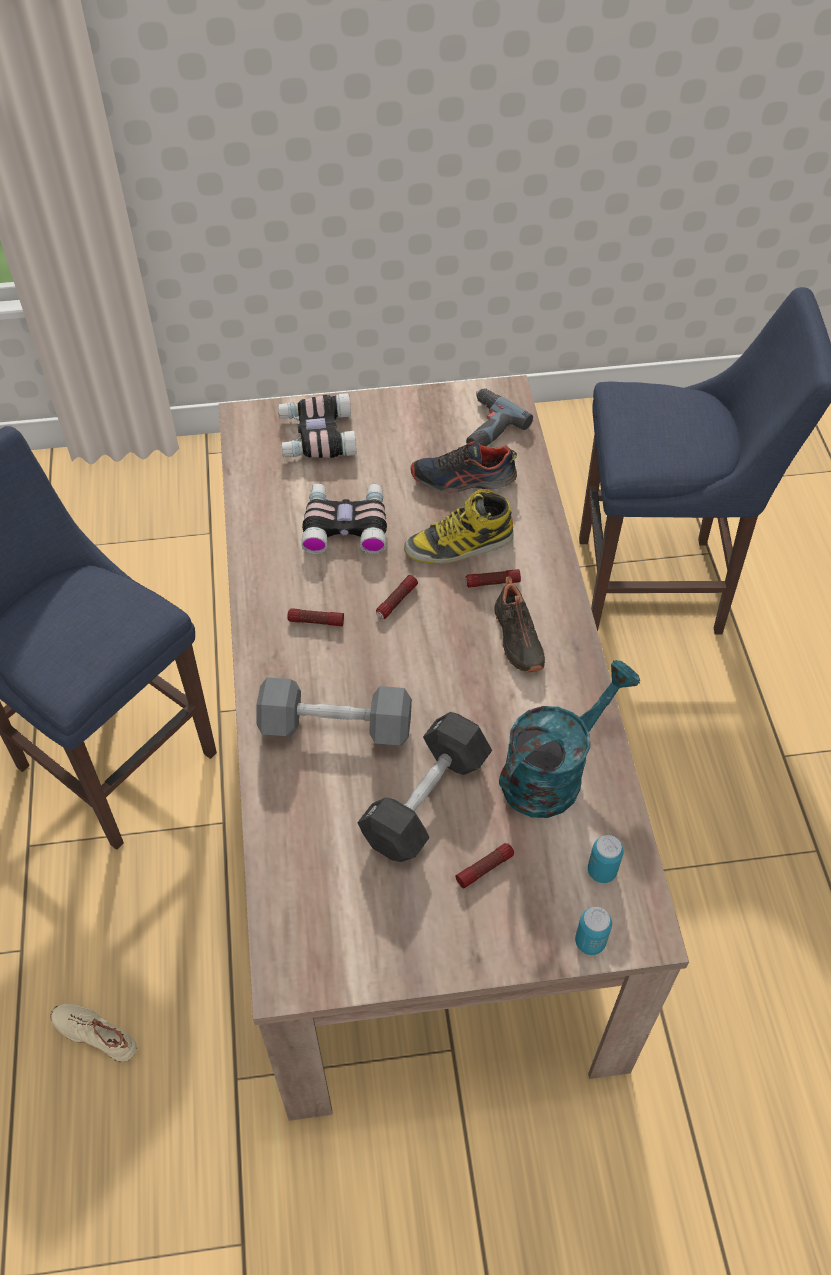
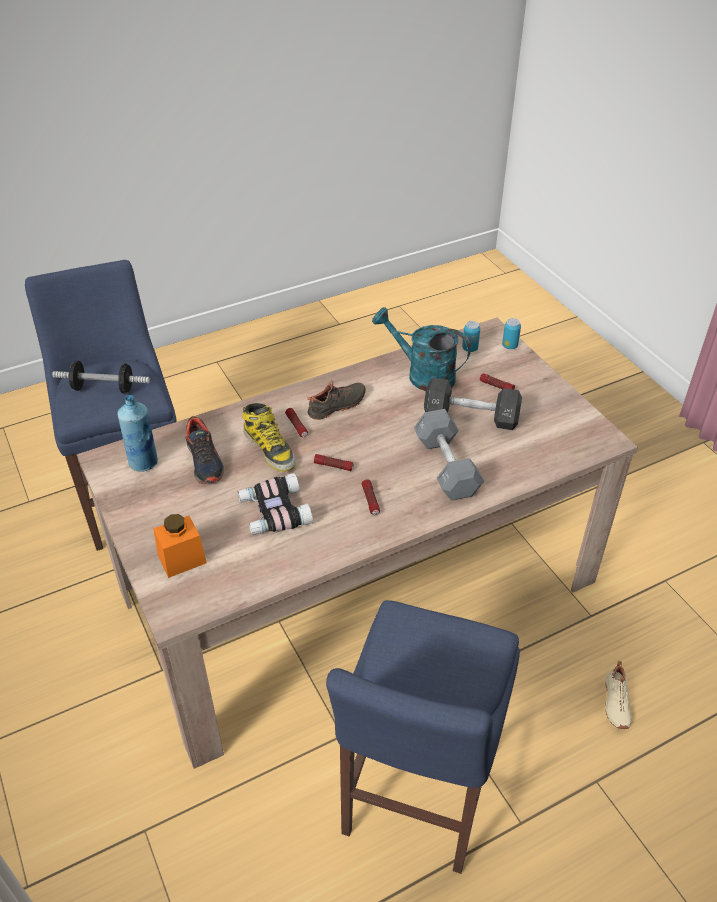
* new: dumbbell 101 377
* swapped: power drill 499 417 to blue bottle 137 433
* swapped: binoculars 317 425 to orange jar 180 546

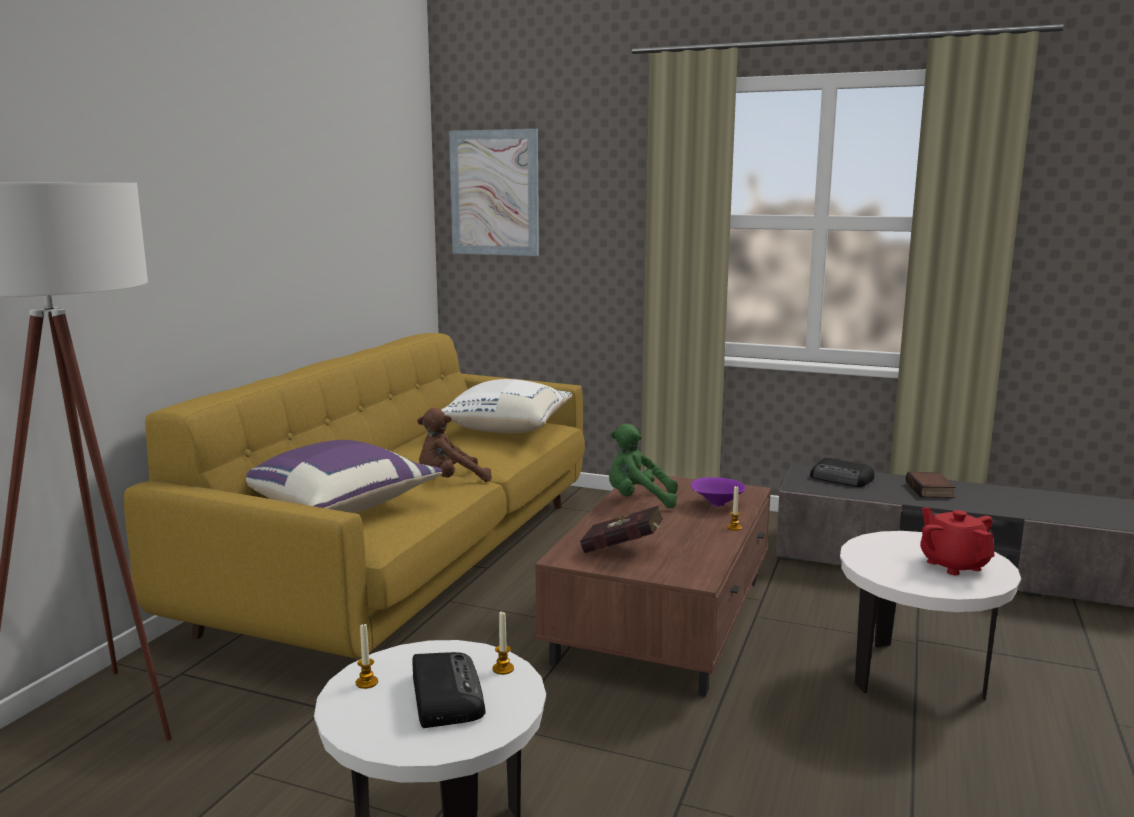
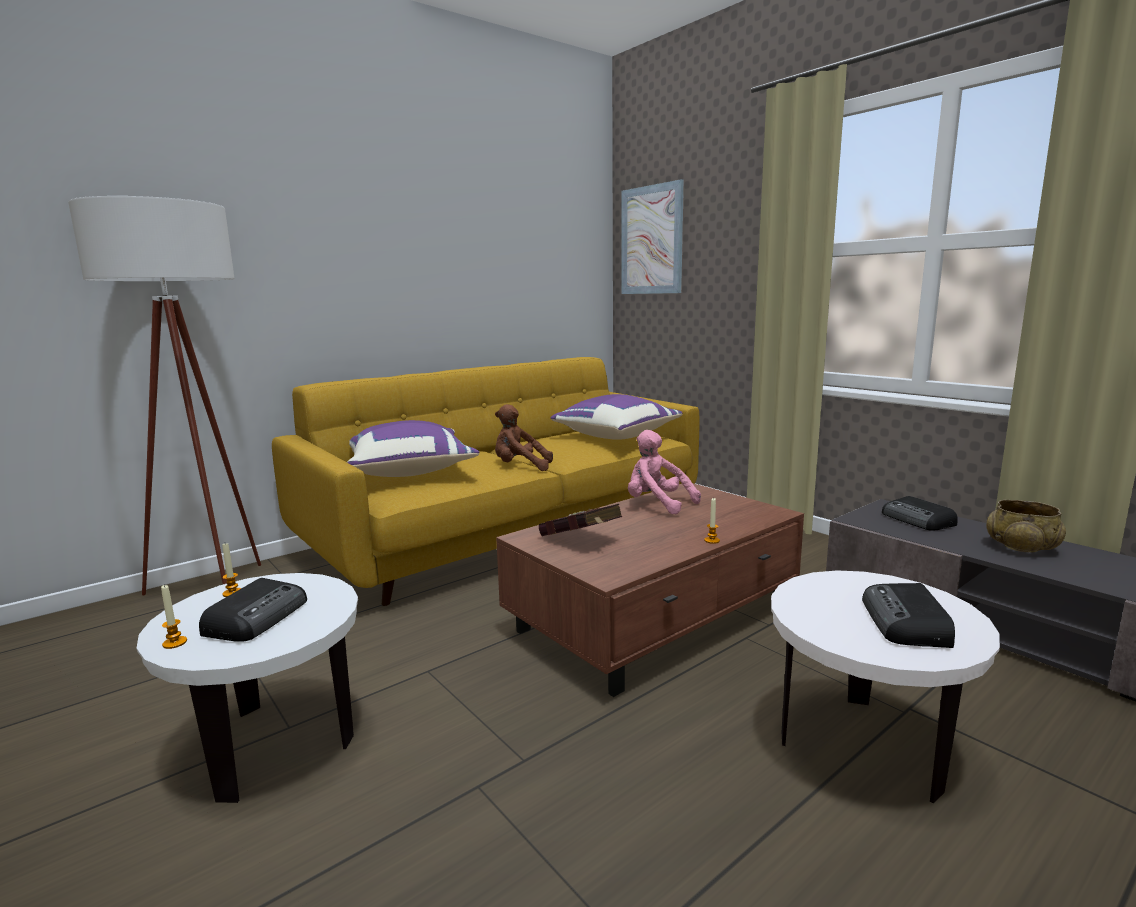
* shifted: candle 503 643 to 174 616
* repainted: white pillow 506 406 to purple pillow 617 417
* repainted: green plush toy 643 466 to pink plush toy 664 472
* swapped: red teapot 957 541 to radio 908 615
* swapped: book 931 485 to beige bowl 1026 526
* gone: purple bowl 718 492

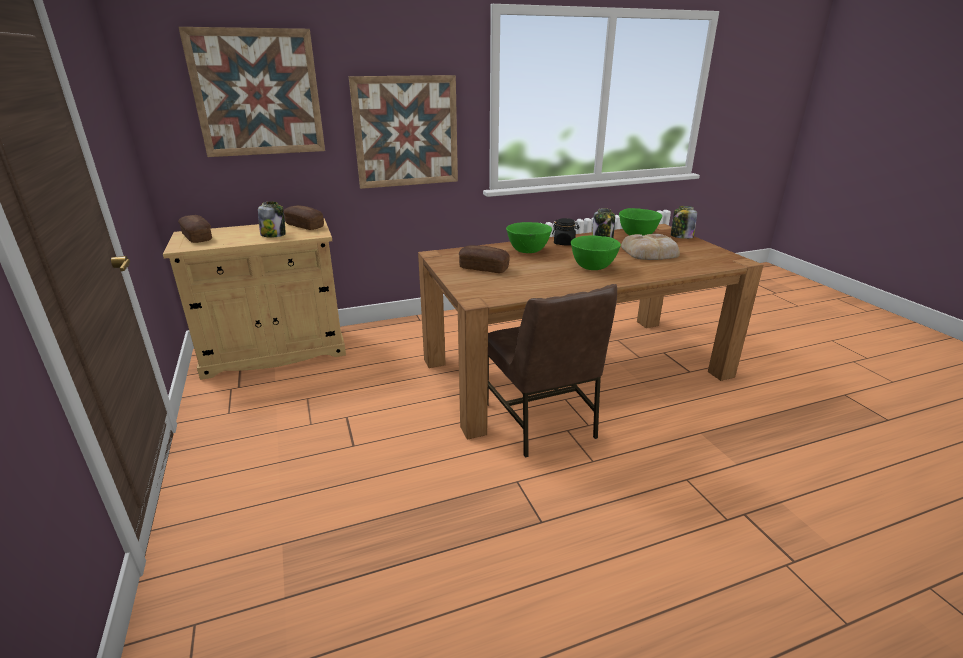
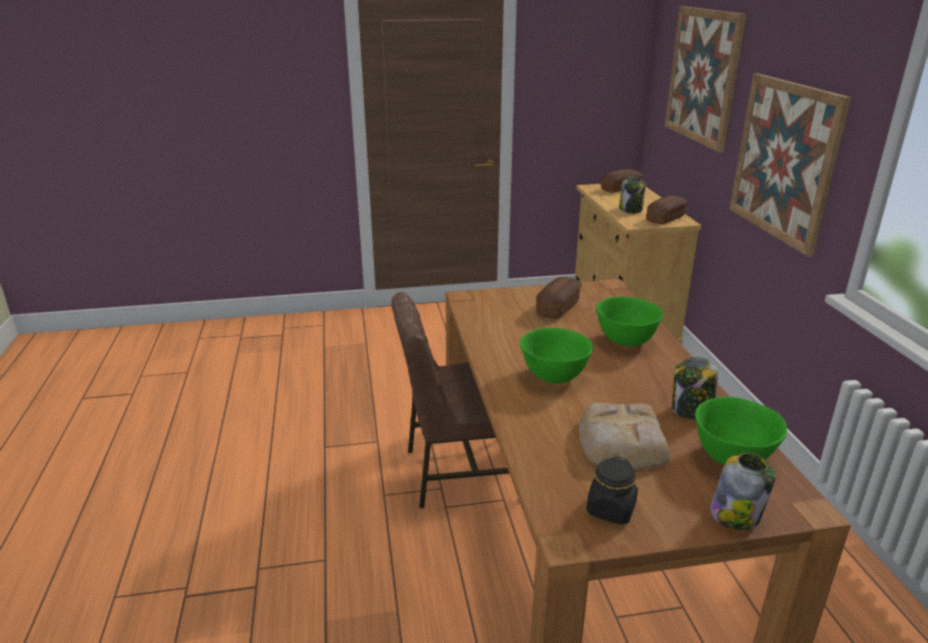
* shifted: black jar 565 231 to 612 490

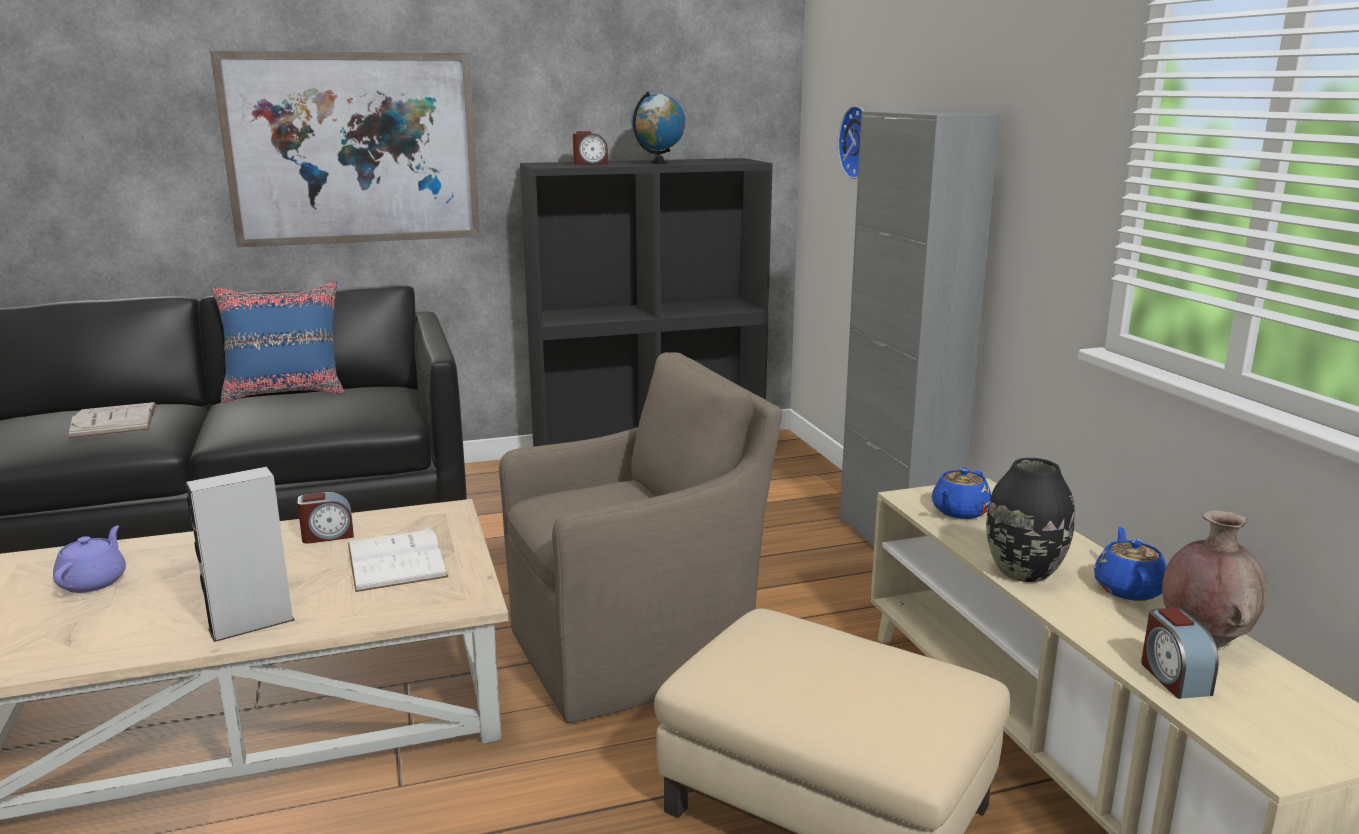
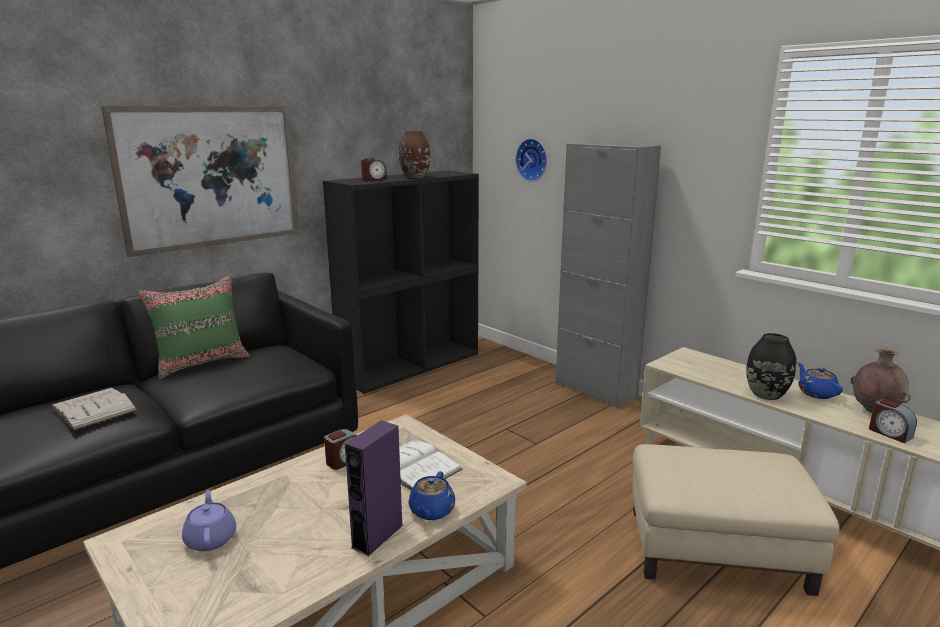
* repainted: blue pillow 278 342 to green pillow 194 327
* repainted: grey speaker 240 554 to purple speaker 374 488
* swapped: globe 658 127 to brown vase 414 154
* shifted: blue teapot 961 493 to 431 495
* gone: brown armchair 640 537

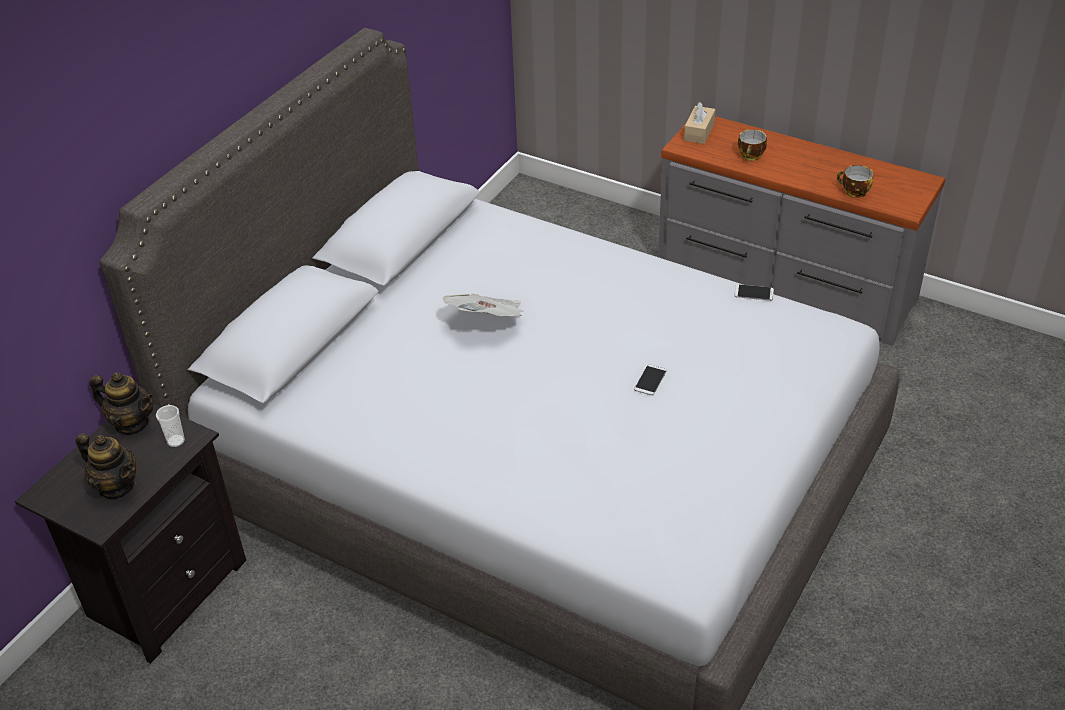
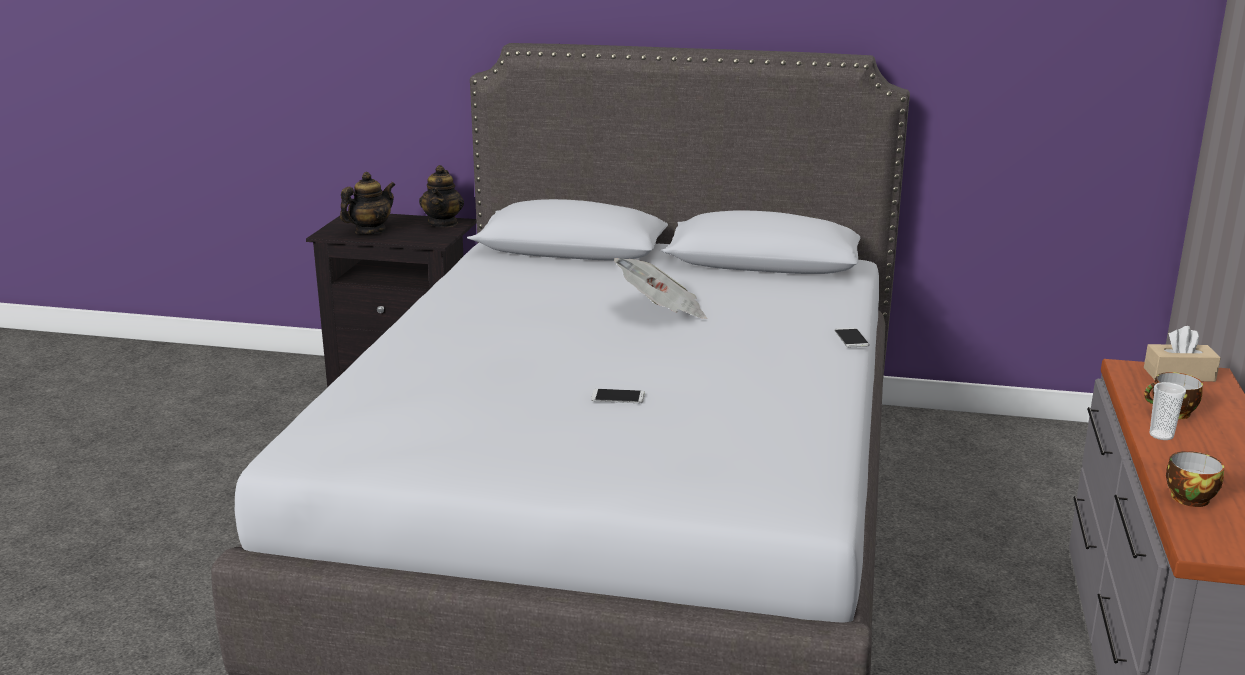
* rotated: teapot 106 466 = 367 203 150 degrees counterclockwise
* shifted: phone 754 292 to 851 337
* shifted: cup 170 426 to 1167 411

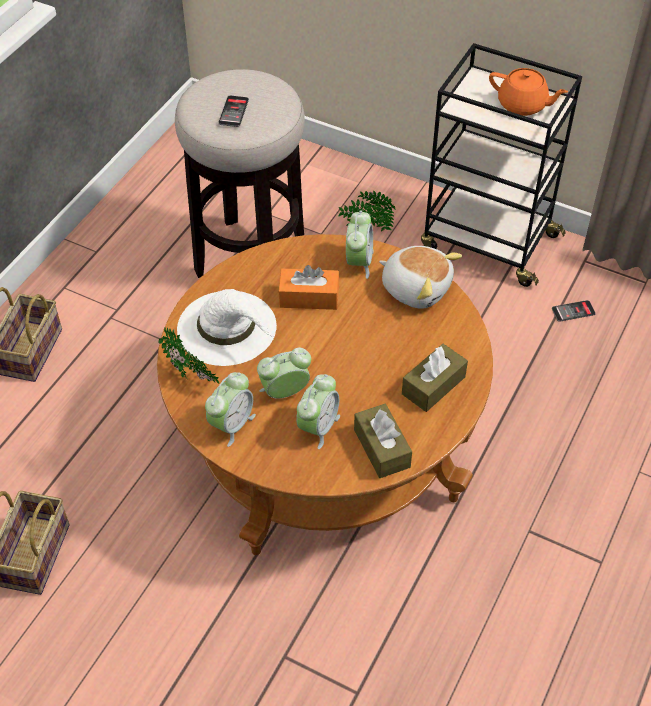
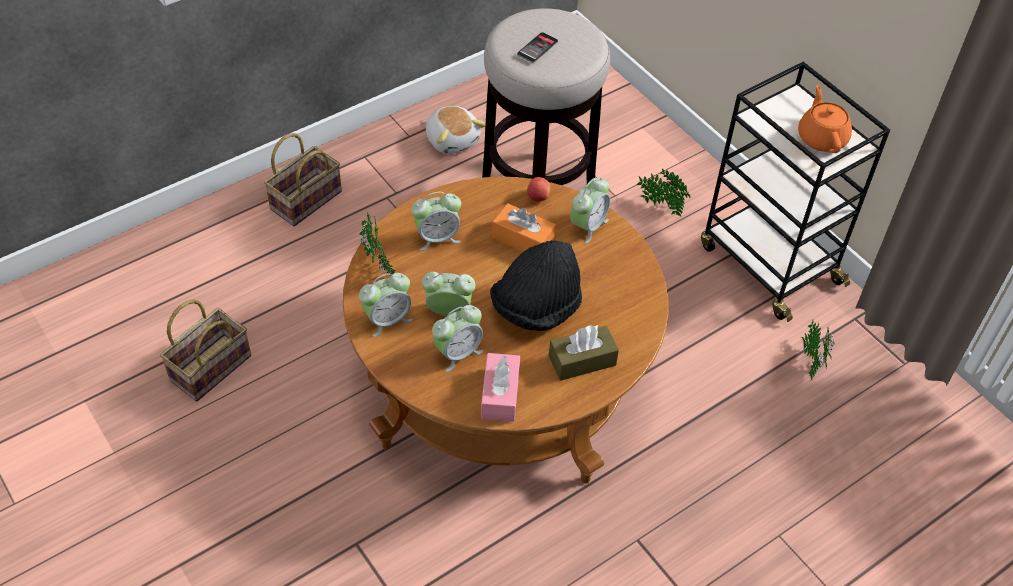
* swapped: white hat 227 327 to alarm clock 436 221
* shifted: plush toy 420 277 to 456 130
* repainted: brown tissue box 383 441 to pink tissue box 500 387
* new: black hat 536 285
* new: apple 539 189
* rotated: orange teapot 528 92 = 825 119 150 degrees counterclockwise
* swapped: phone 574 311 to potted plant 818 350

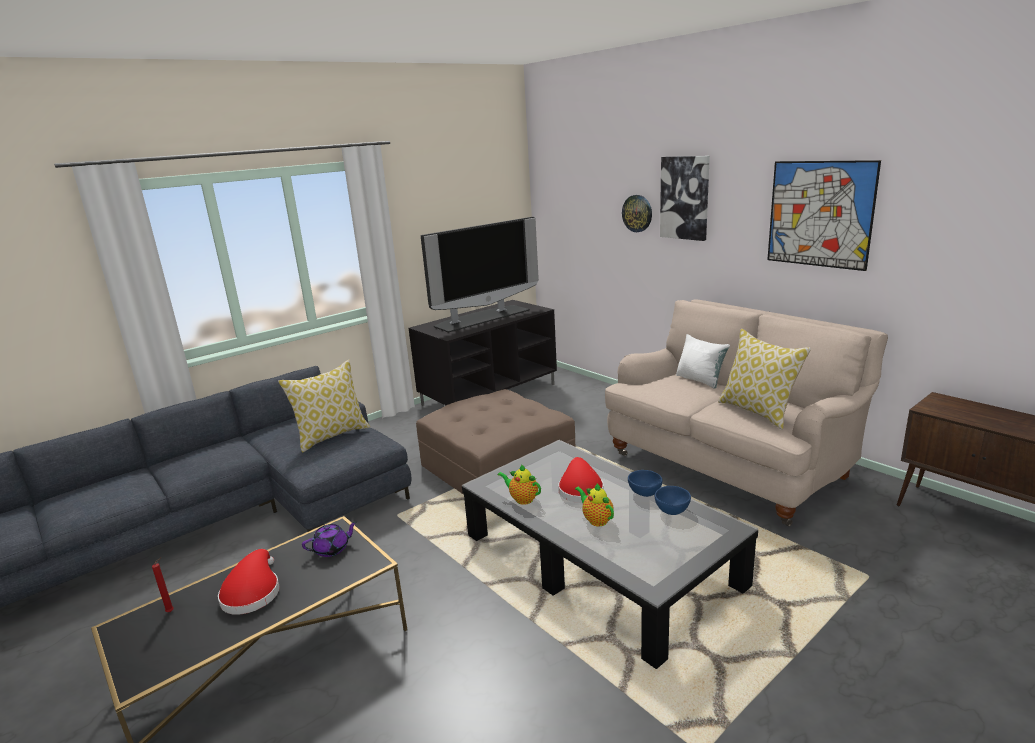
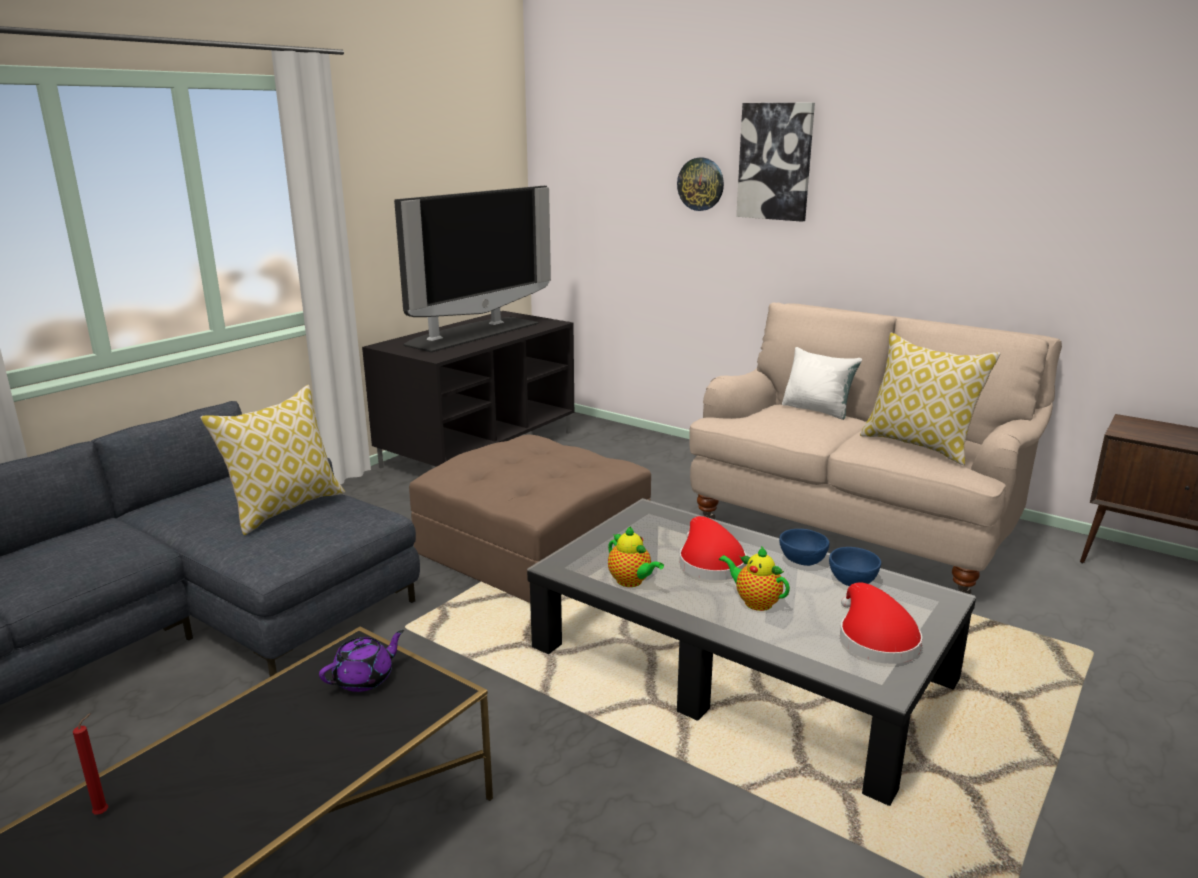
* rotated: teapot 519 484 = 636 556 150 degrees counterclockwise
* shifted: red hat 249 582 to 881 623
* gone: picture 824 215

